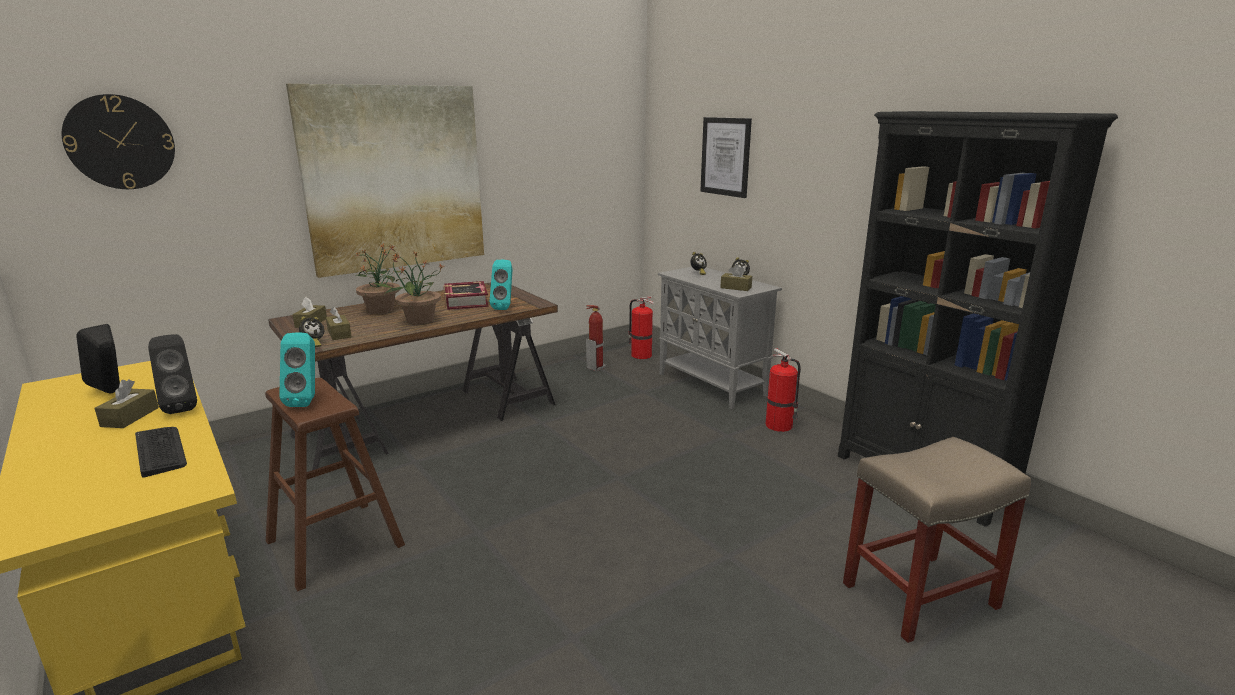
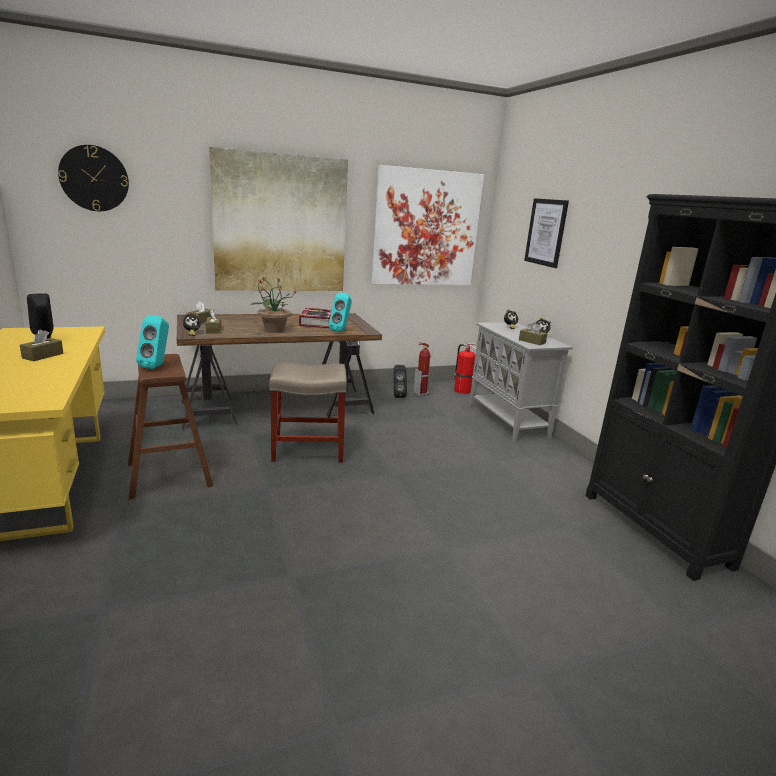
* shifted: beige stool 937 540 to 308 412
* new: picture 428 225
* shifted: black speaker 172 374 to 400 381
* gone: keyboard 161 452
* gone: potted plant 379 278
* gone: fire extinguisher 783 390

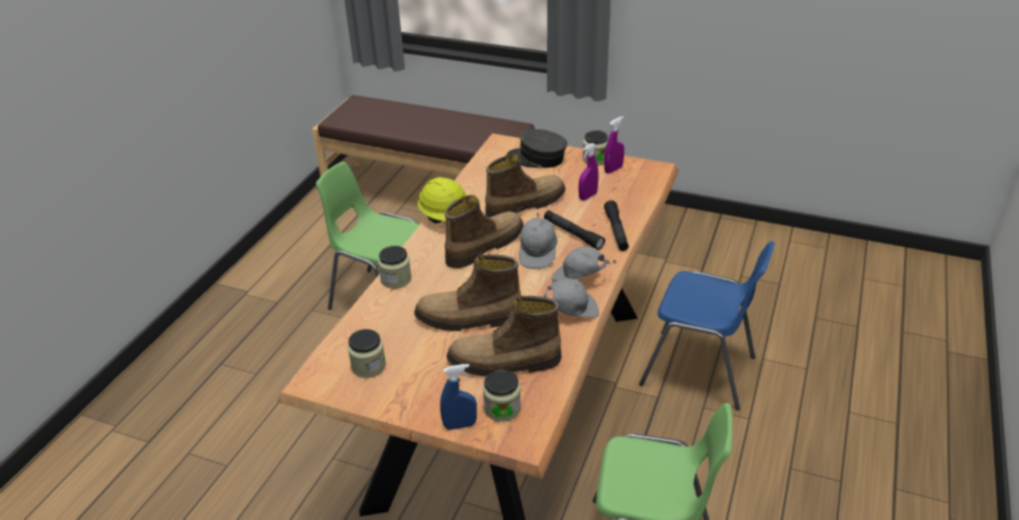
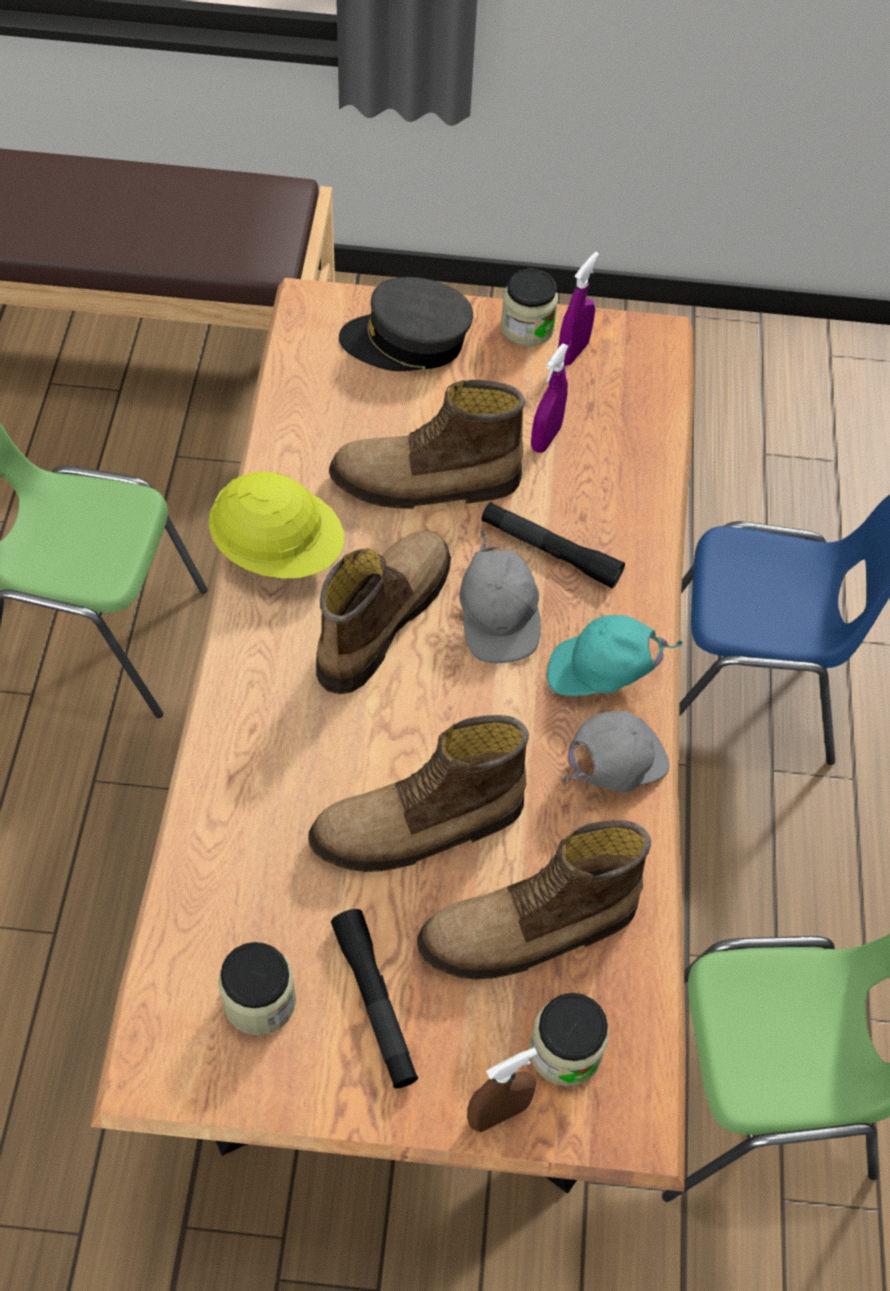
* rotated: boot 525 185 = 427 444 135 degrees counterclockwise
* shifted: black flashlight 616 225 to 374 998
* repainted: blue spray bottle 458 397 to brown spray bottle 502 1089
* repainted: grey cap 584 264 to turquoise cap 615 655
* gone: jar 394 267

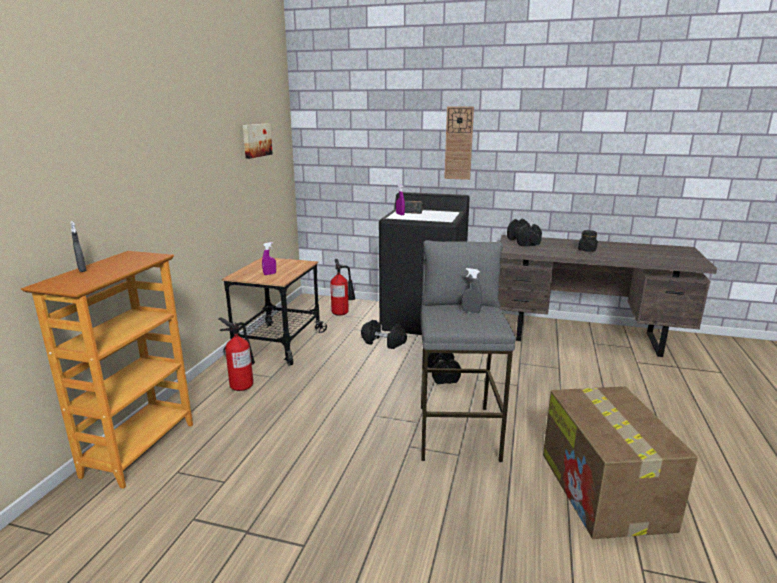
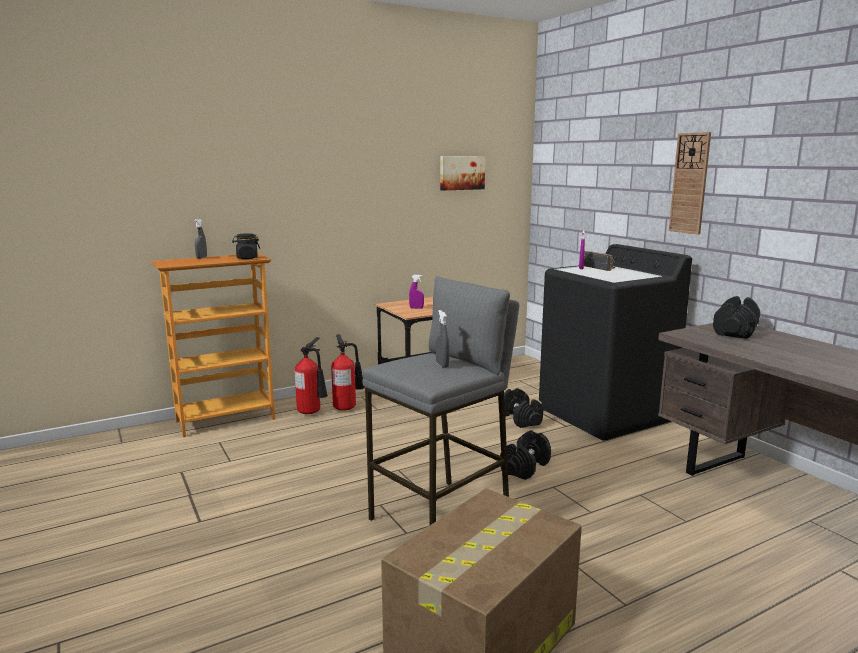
* shifted: black jar 588 241 to 246 246
* shifted: fire extinguisher 343 287 to 311 375

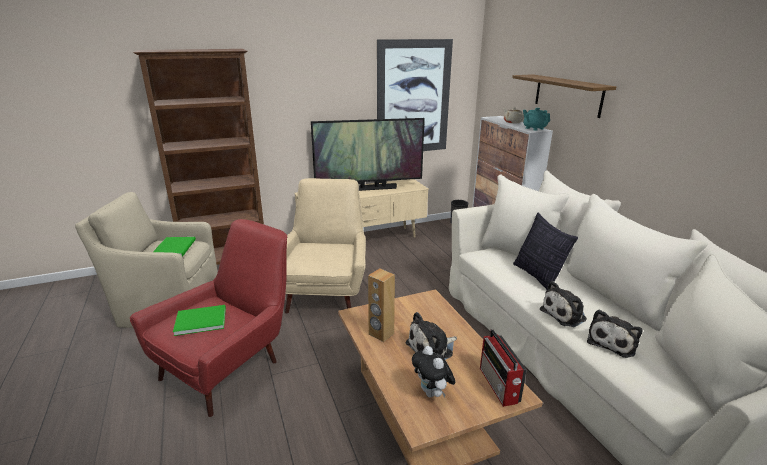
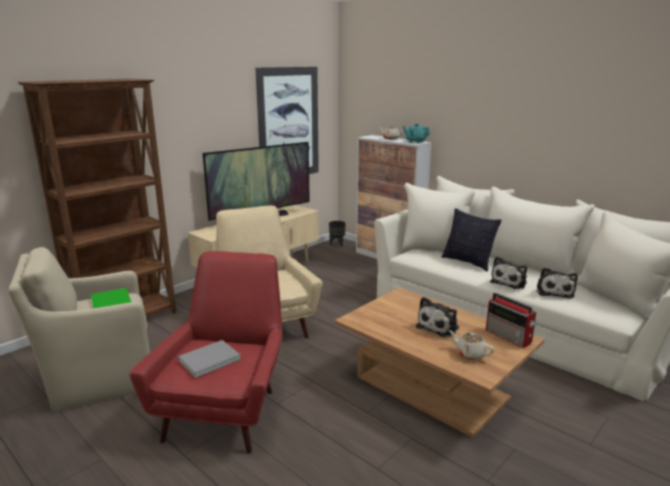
* repainted: green book 199 320 to grey book 209 359
* swapped: plush toy 433 371 to beige teapot 471 345
* gone: brown speaker 381 305
* gone: shelf 564 96

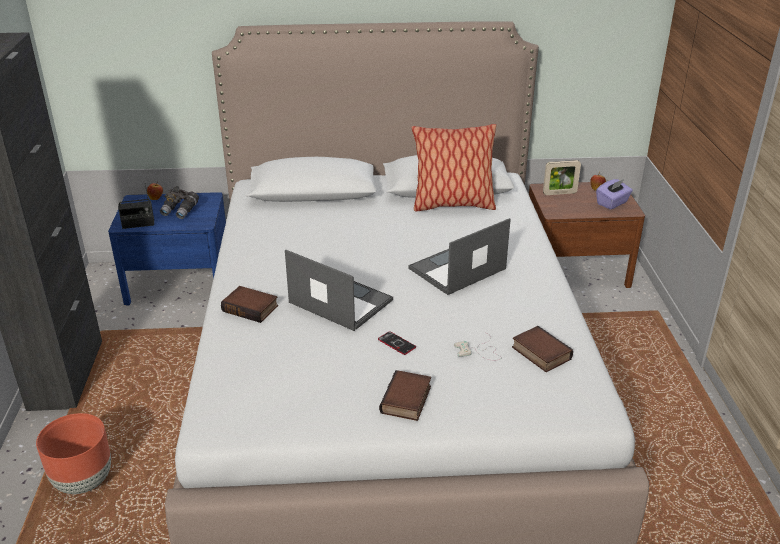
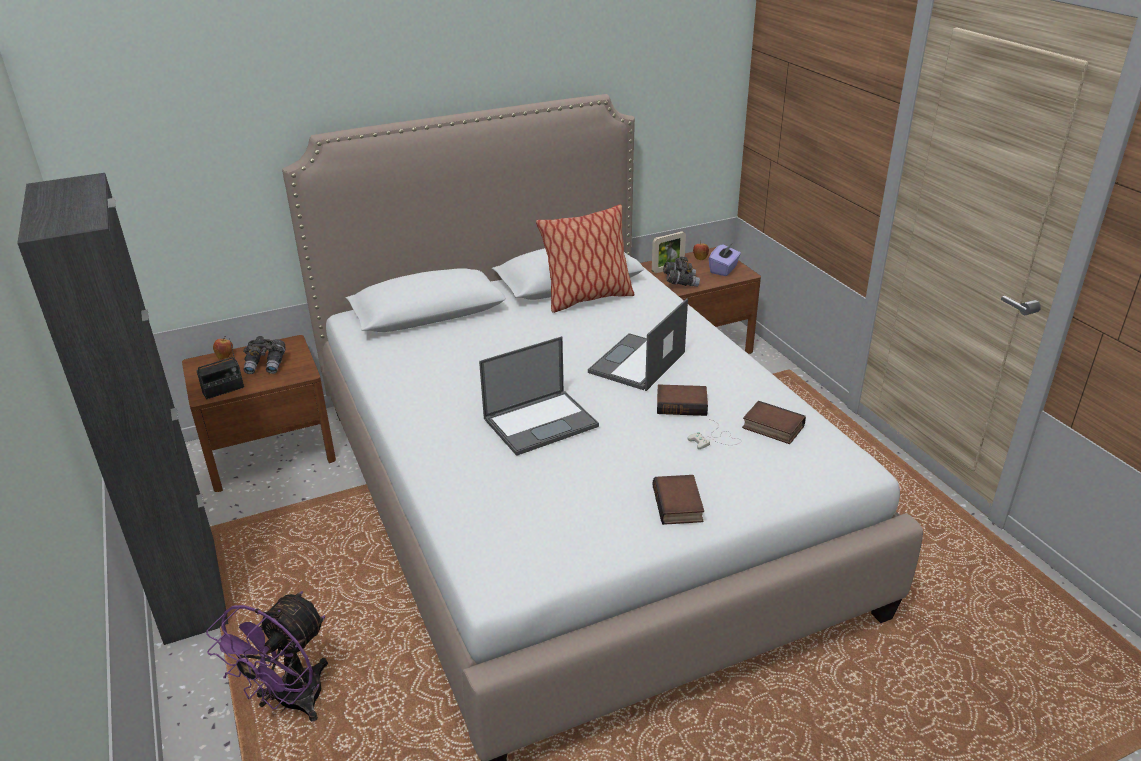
* repainted: blue nightstand 167 248 to brown nightstand 259 413
* swapped: brown planter 73 453 to purple fan 267 656
* rotated: laptop 339 290 = 539 396 135 degrees clockwise
* shifted: book 249 304 to 682 400
* new: grey binoculars 681 272
* gone: phone 397 343

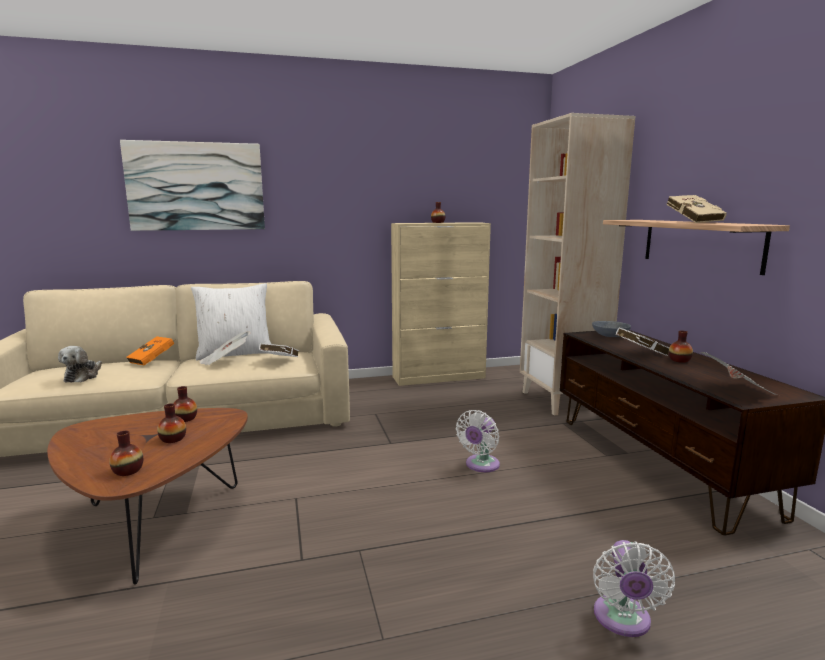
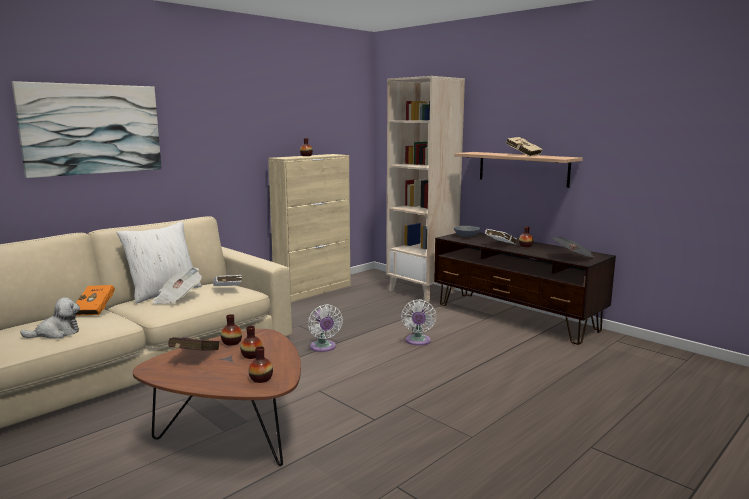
* rotated: plush toy 80 364 = 50 318 90 degrees counterclockwise
* new: red book 194 344
* shifted: white fan 634 588 to 325 328

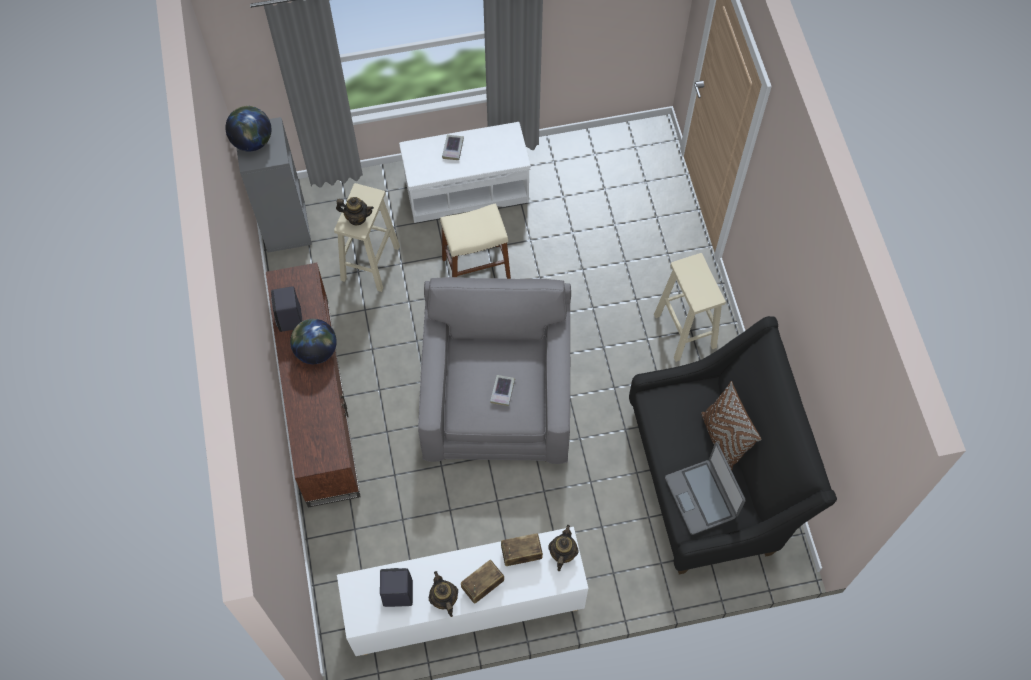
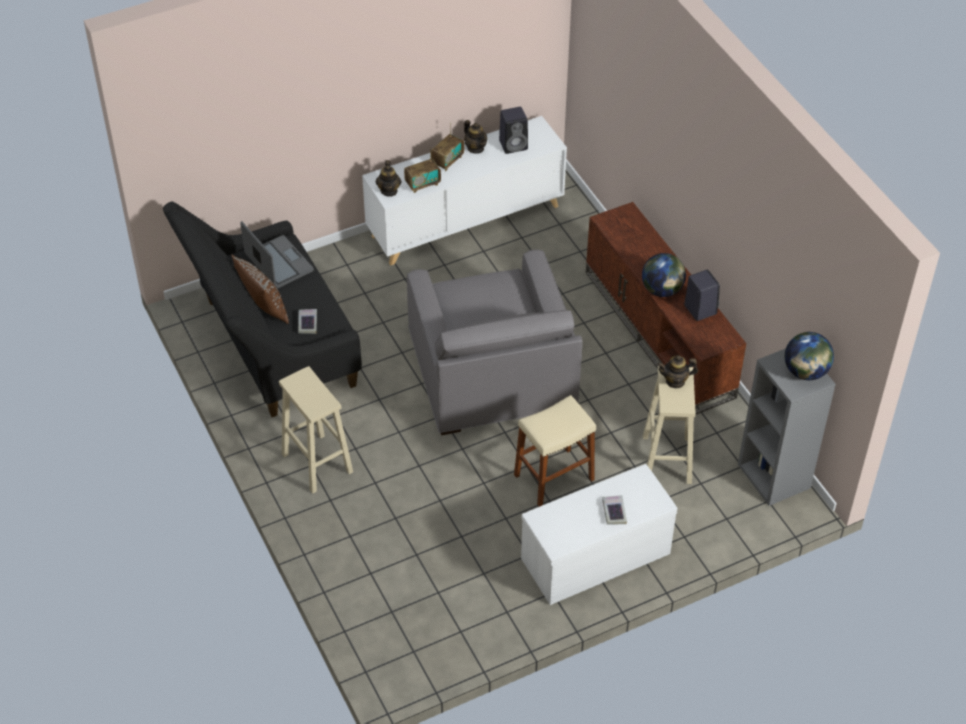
* shifted: book 502 390 to 307 321

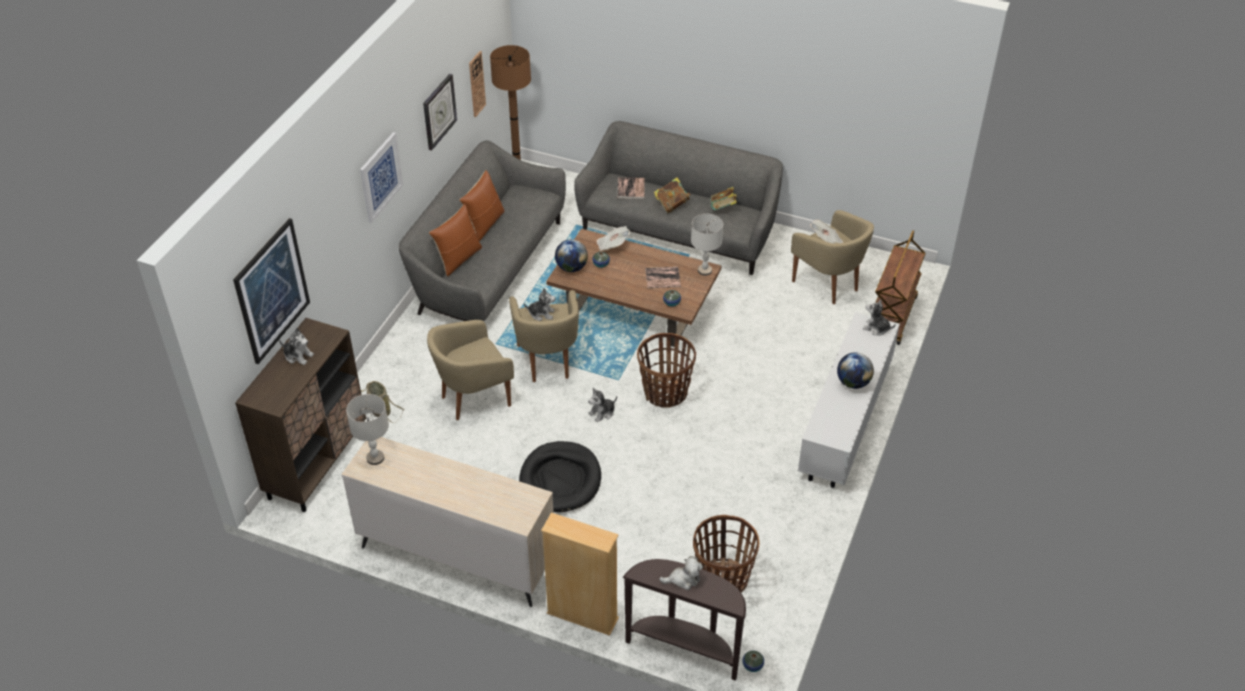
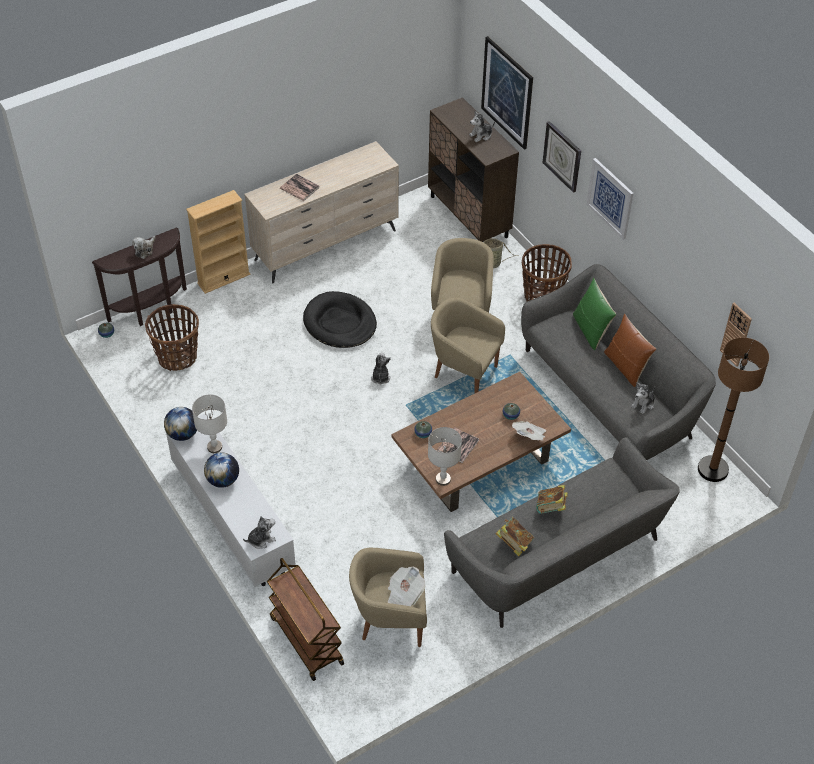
* shifted: globe 571 255 to 180 424
* shifted: grey table lamp 367 429 to 209 423
* shifted: book 631 188 to 300 187
* shifted: basket 666 370 to 547 272
* shifted: wall clock 440 112 to 561 157
* repainted: brown pillow 455 240 to green pillow 594 314
* shifted: plush toy 539 304 to 643 398

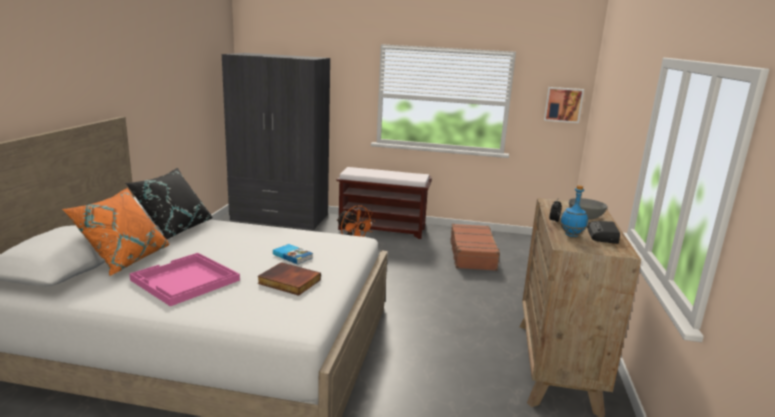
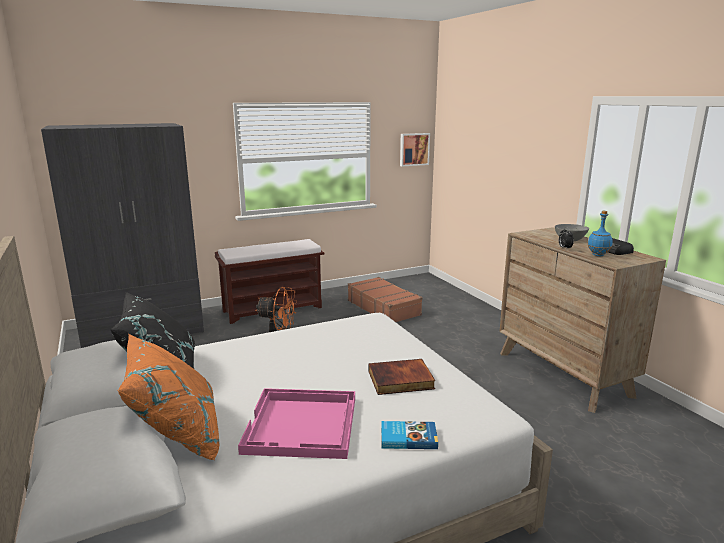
* shifted: book 293 254 to 409 435

